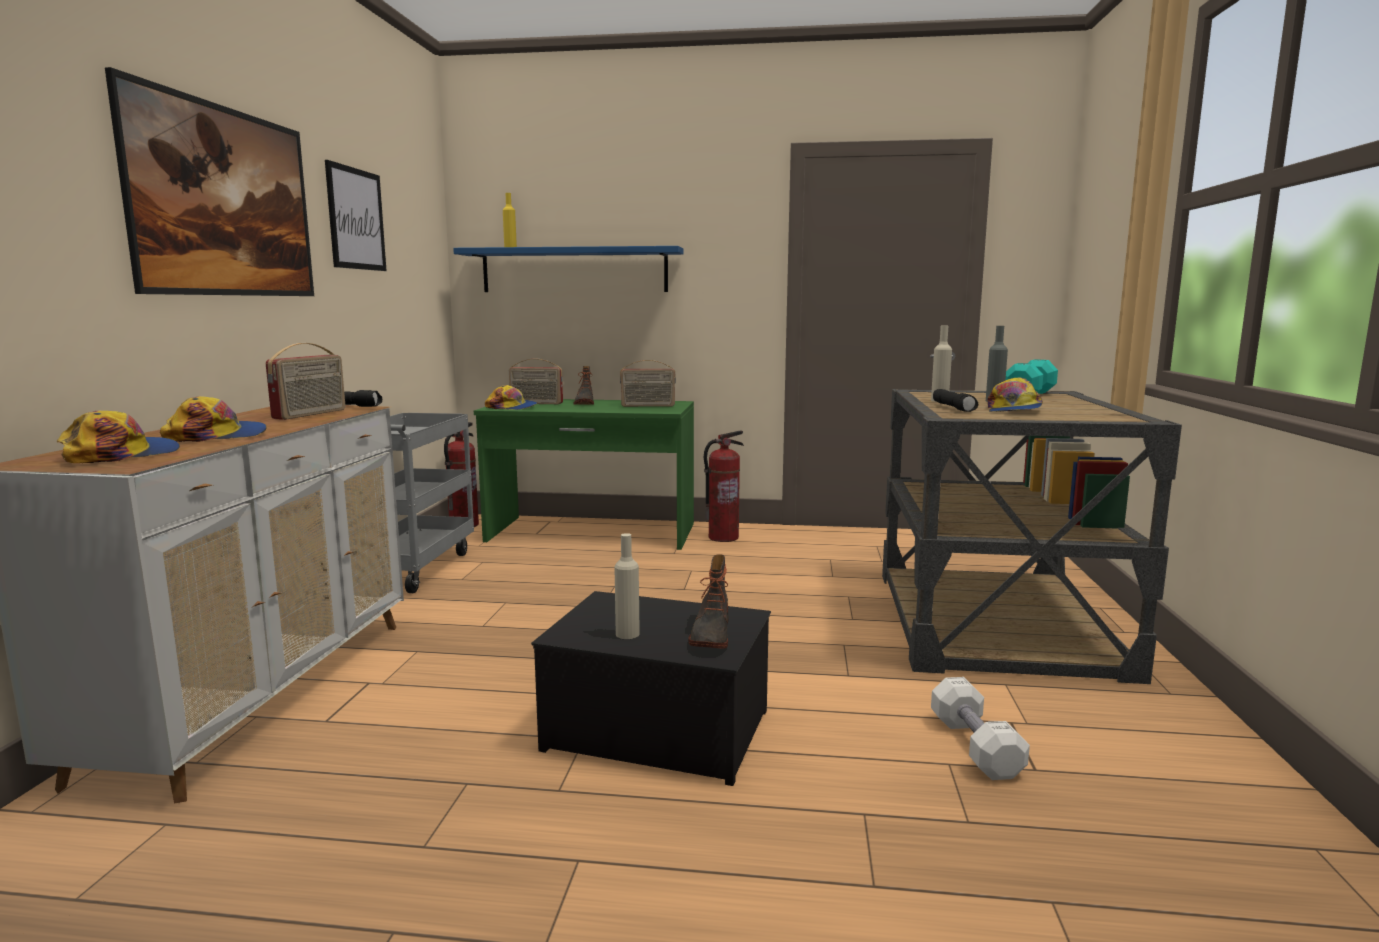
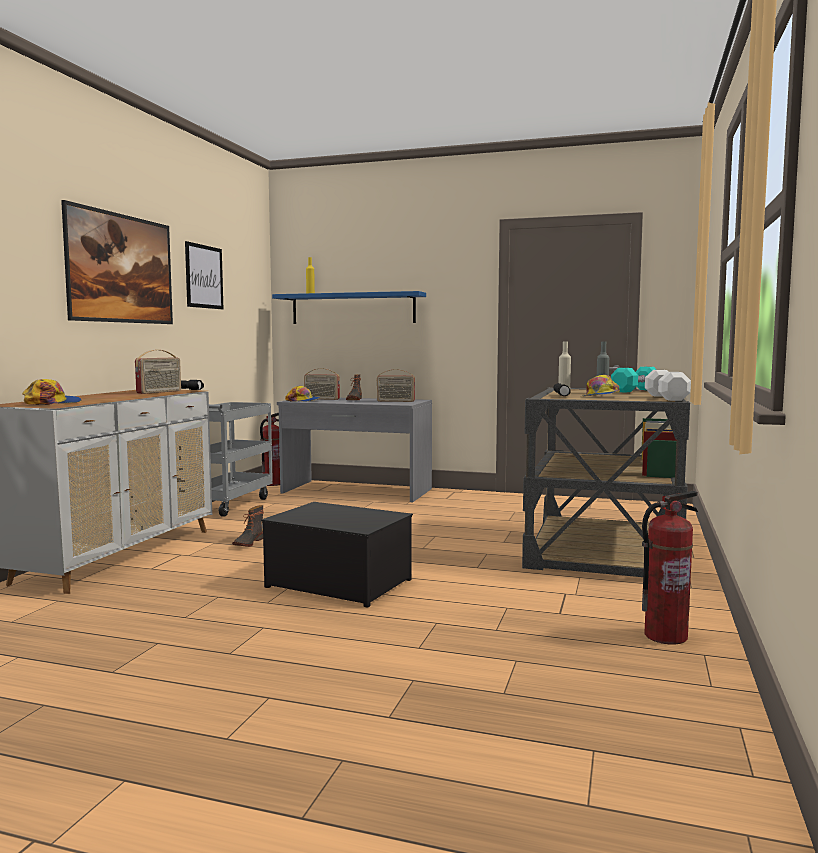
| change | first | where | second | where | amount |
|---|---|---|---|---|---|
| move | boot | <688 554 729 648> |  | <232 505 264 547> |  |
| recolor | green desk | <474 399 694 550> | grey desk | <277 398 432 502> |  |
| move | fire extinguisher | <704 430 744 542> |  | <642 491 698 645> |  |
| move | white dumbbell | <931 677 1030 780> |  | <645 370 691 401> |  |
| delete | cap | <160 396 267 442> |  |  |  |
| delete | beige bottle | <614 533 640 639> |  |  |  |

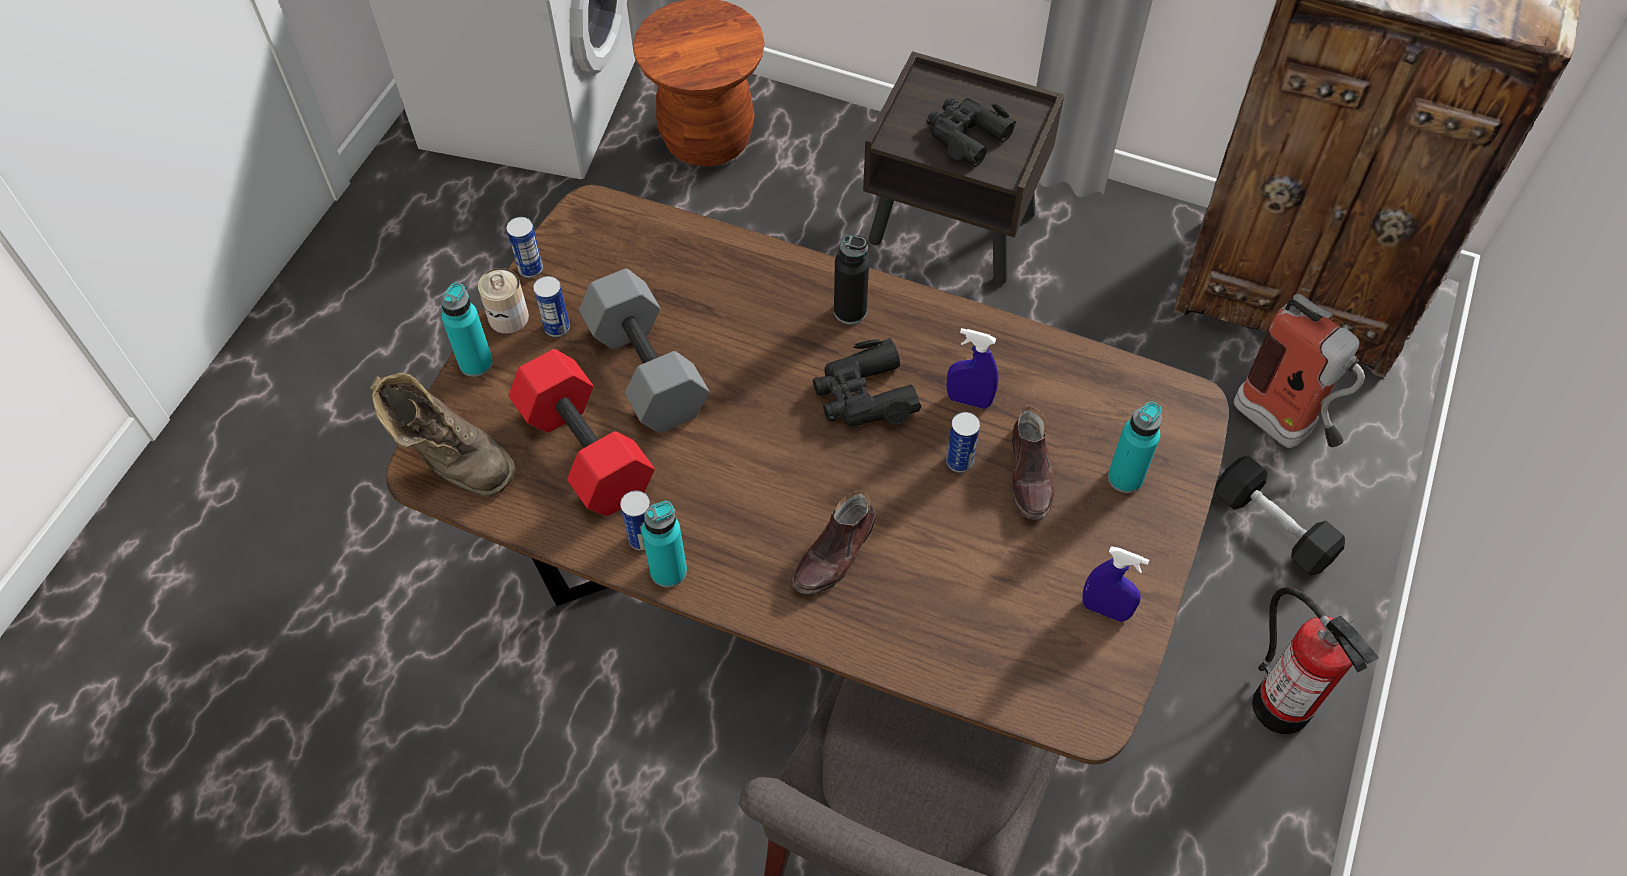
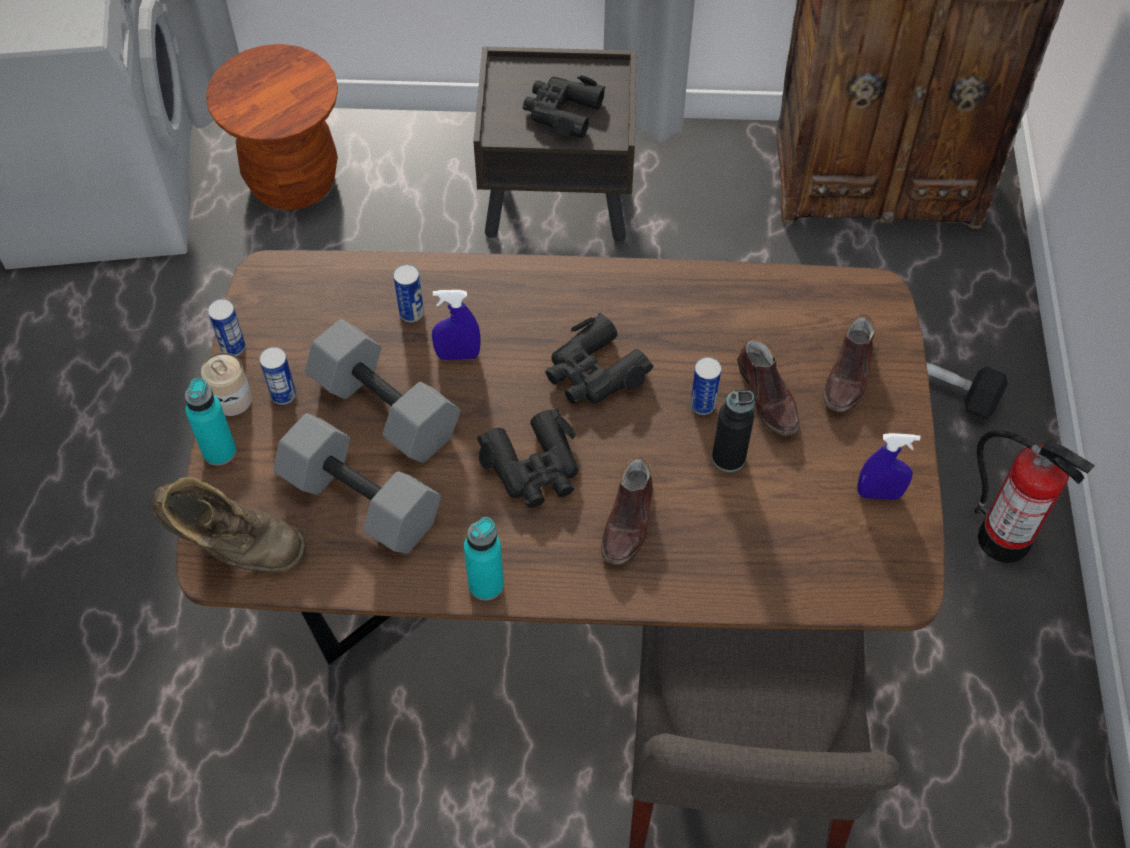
| change | first | where | second | where | amount |
|---|---|---|---|---|---|
| recolor | red dumbbell | <509 349 655 516> | grey dumbbell | <273 413 441 554> |  |
| move | can | <620 490 651 551> |  | <393 264 424 323> |  |
| move | blue spray bottle | <946 328 999 409> |  | <432 290 481 360> |  |
| insert |  |  | black binoculars | <477 408 579 508> |  |
| move | black bottle | <834 235 869 324> |  | <712 390 755 472> |  |
| replace | turquoise bottle | <1108 401 1162 493> | brown shoe | <823 314 876 412> |  |
| delete | fire extinguisher | <1234 294 1365 448> |  |  |  |

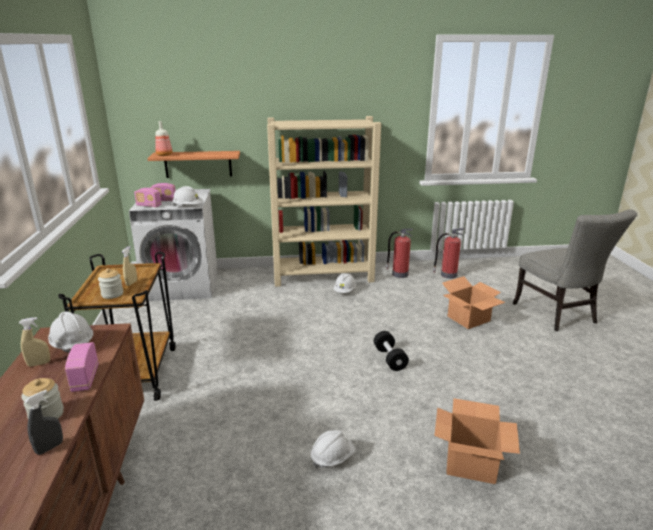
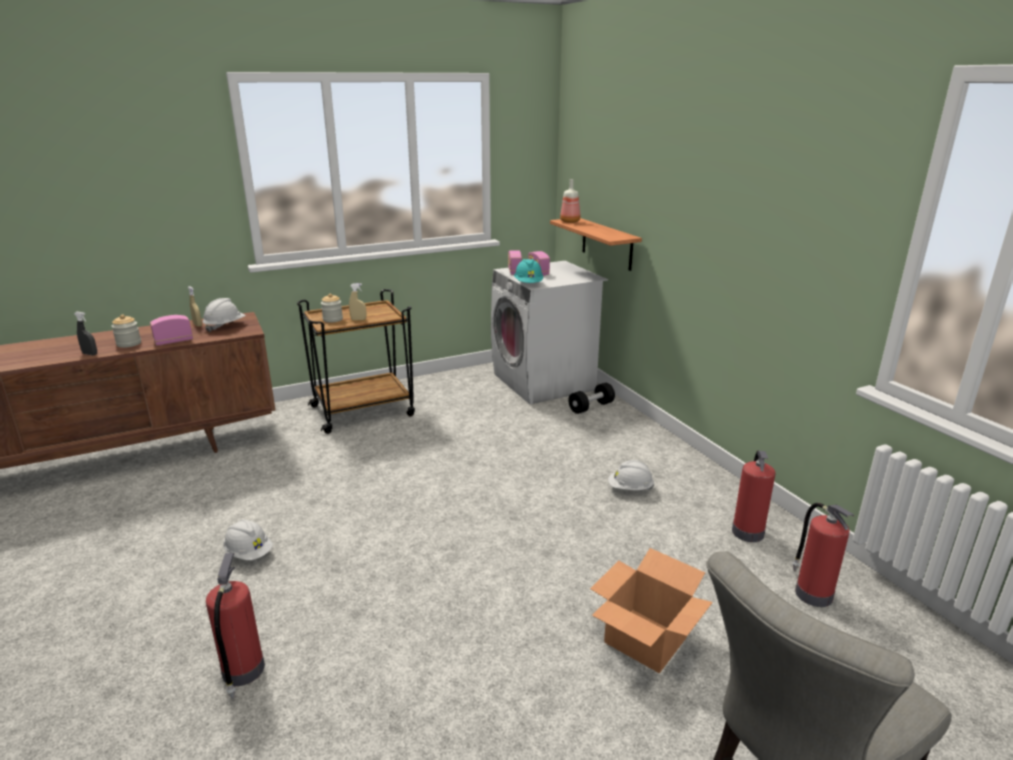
| change | first | where | second | where | amount |
|---|---|---|---|---|---|
| replace | cardboard box | <434 398 520 484> | fire extinguisher | <206 553 265 698> |  |
| recolor | white hard hat | <172 186 203 206> | turquoise hard hat | <514 259 543 283> |  |
| move | black dumbbell | <374 331 409 371> |  | <568 383 615 414> |  |
| delete | beige bookcase | <267 116 381 287> |  |  |  |

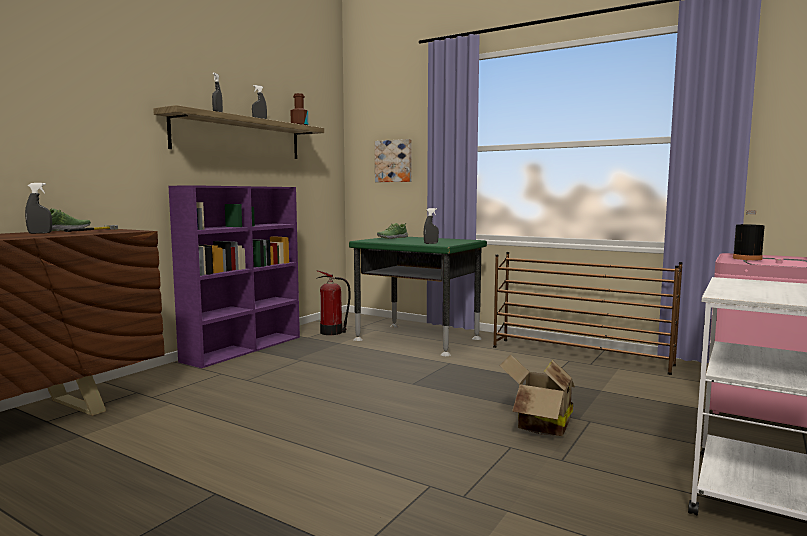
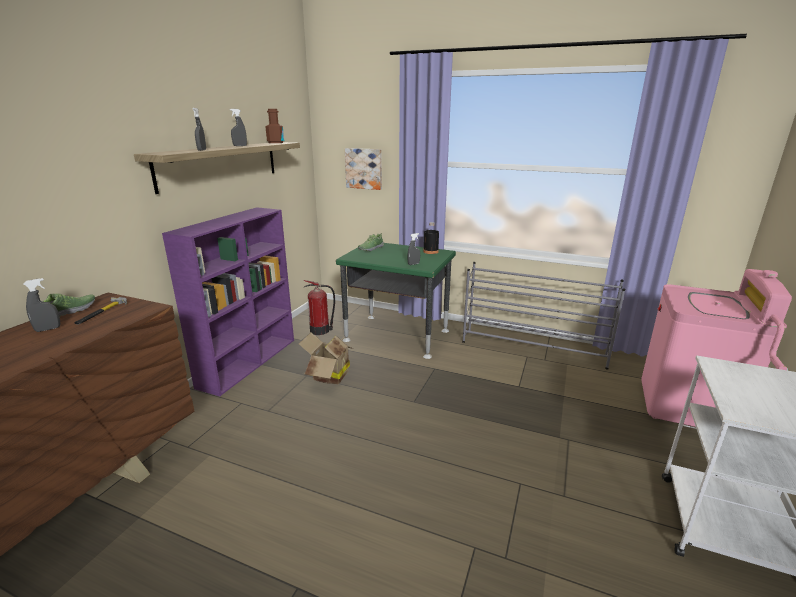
| change | first | where | second | where | amount |
|---|---|---|---|---|---|
| move | cardboard box | <499 355 575 436> |  | <299 332 353 384> |  |
| move | black bottle | <733 210 765 260> |  | <423 222 439 254> |  |
| recolor | brown shoe rack | <493 252 683 375> | grey shoe rack | <462 262 625 370> |  |

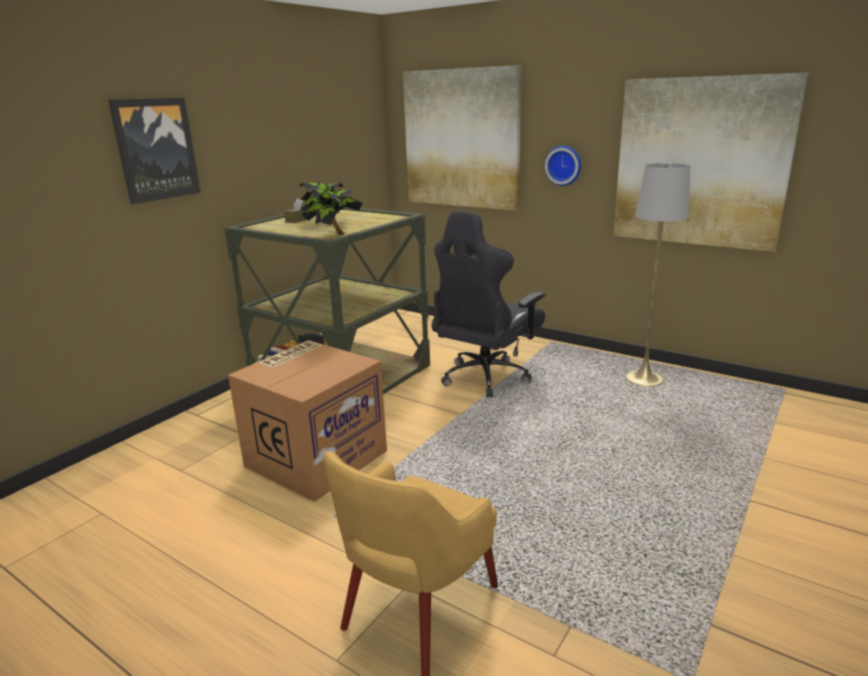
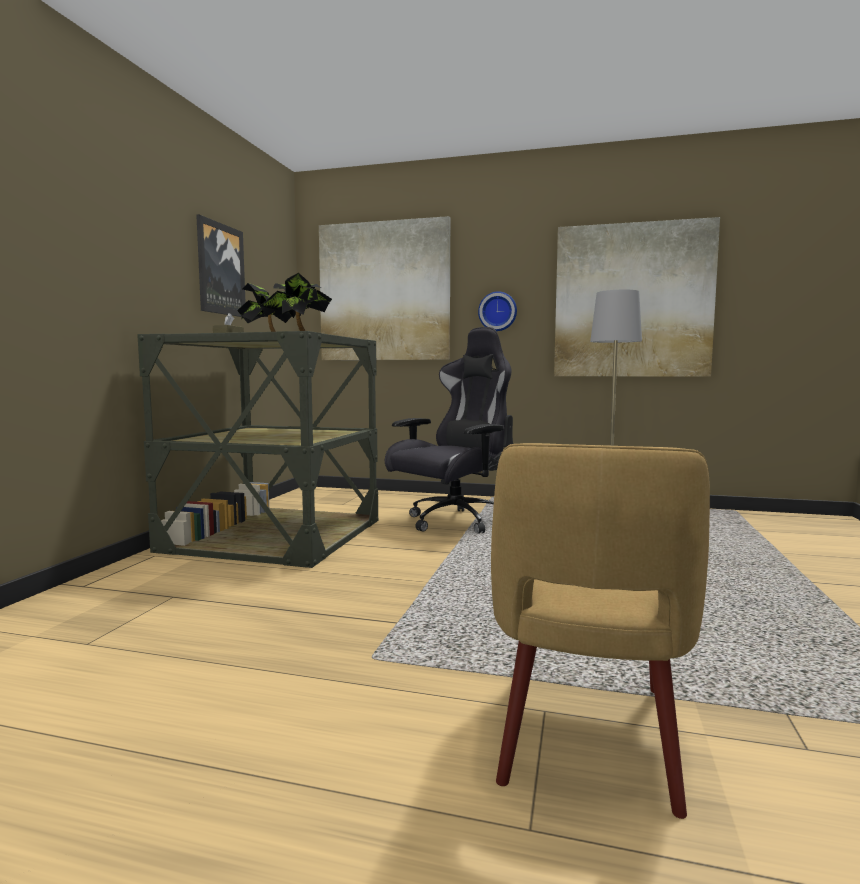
| change | first | where | second | where | amount |
|---|---|---|---|---|---|
| move | picture | <108 98 201 204> |  | <196 214 246 317> |  |
| rotate | black office chair | <432 211 546 398> |  | <385 327 513 534> | 150 degrees counterclockwise |
| delete | cardboard box | <228 340 387 502> |  |  |  |

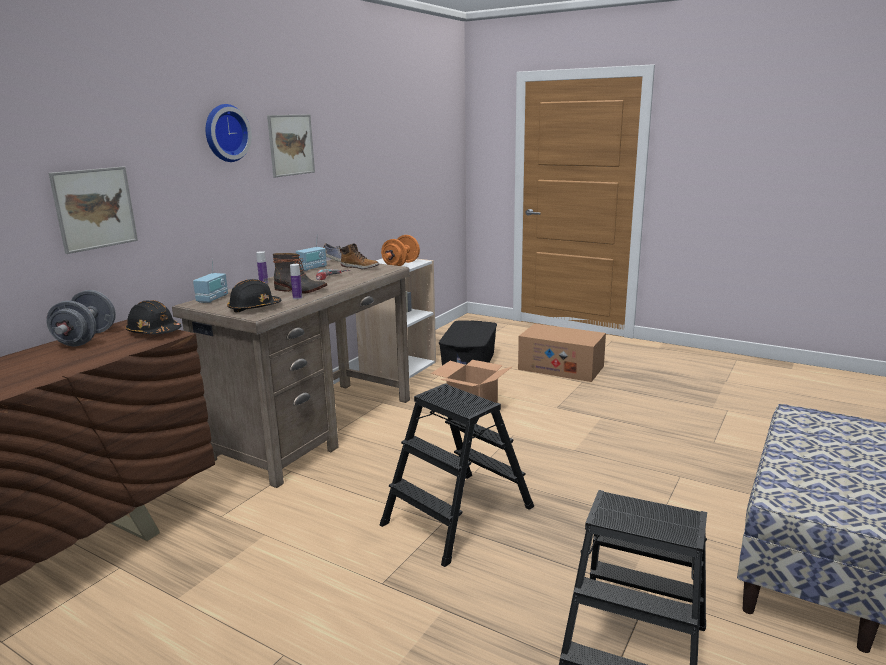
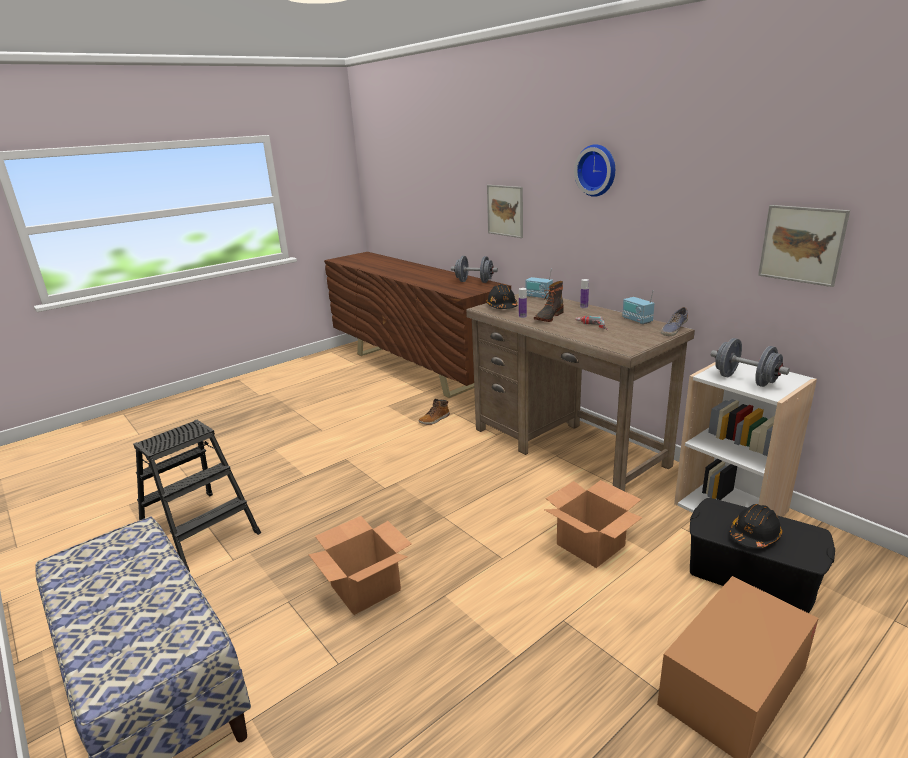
| change | first | where | second | where | amount |
|---|---|---|---|---|---|
| insert |  |  | cardboard box | <308 516 412 615> |  |
| move | boot | <340 243 379 269> |  | <418 399 450 425> |  |
| recolor | orange dumbbell | <381 235 420 266> | grey dumbbell | <711 338 790 387> |  |
| move | black hard hat | <125 300 181 334> |  | <729 504 782 549> |  |
| move | picture | <267 114 315 177> |  | <758 205 850 287> |  |
| delete | black step ladder | <380 383 534 567> |  |  |  |

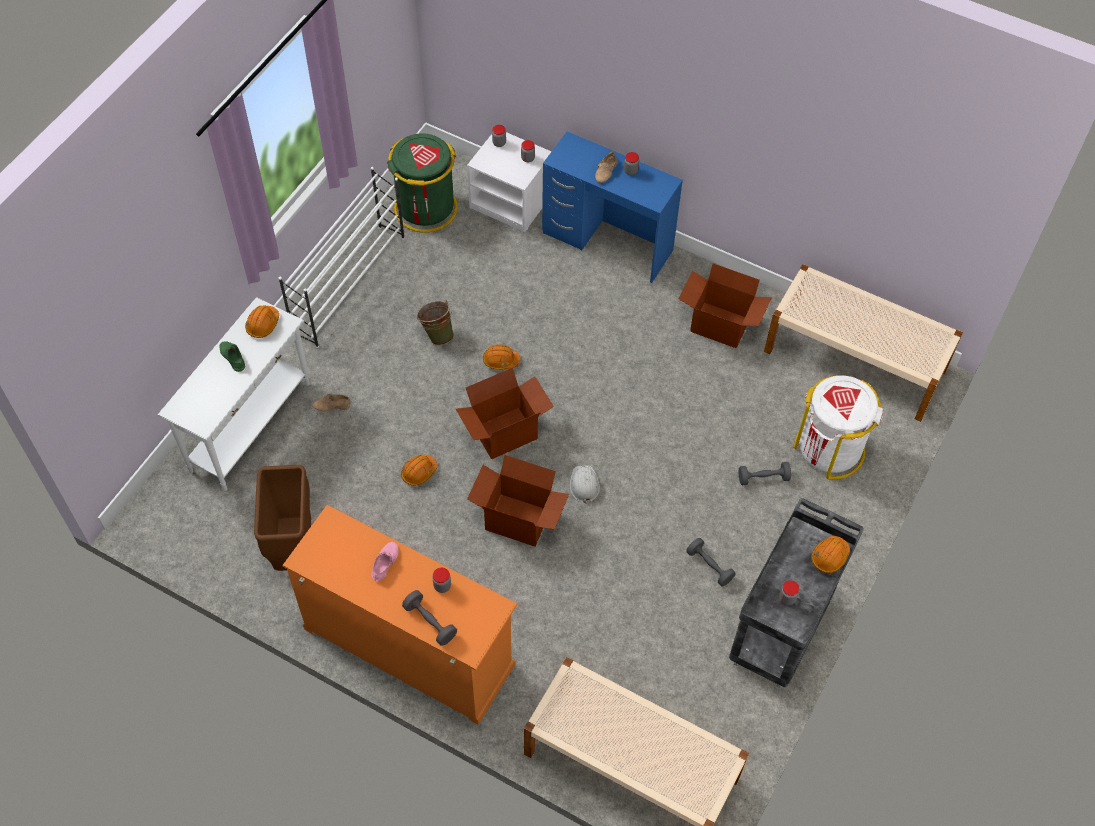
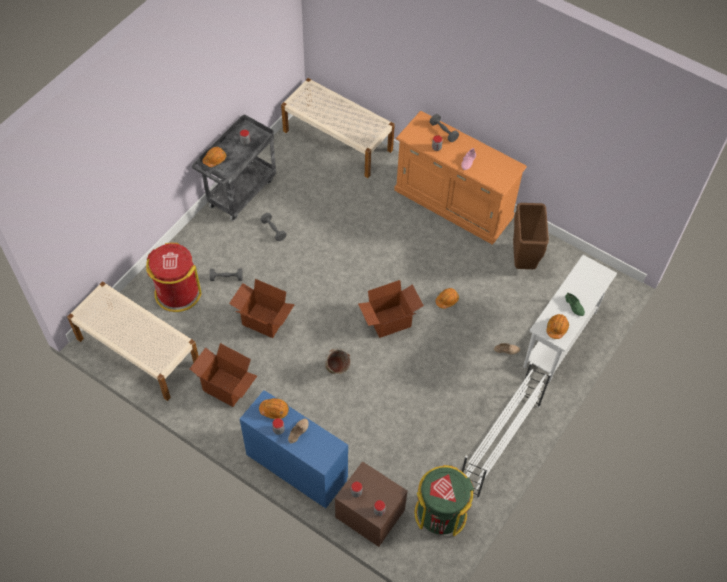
| change | first | where | second | where | amount |
|---|---|---|---|---|---|
| recolor | white trash can | <794 375 883 480> | red trash can | <146 242 201 312> |  |
| move | cardboard box | <467 455 569 547> |  | <229 279 295 338> |  |
| move | orange hard hat | <483 345 520 370> |  | <259 398 289 419> |  |
| move | green bucket | <417 300 454 345> |  | <325 348 351 374> |  |
| recolor | white nightstand | <467 132 552 232> | brown nightstand | <335 461 408 547> |  |
| delete | white hard hat | <570 465 600 504> |  |  |  |

